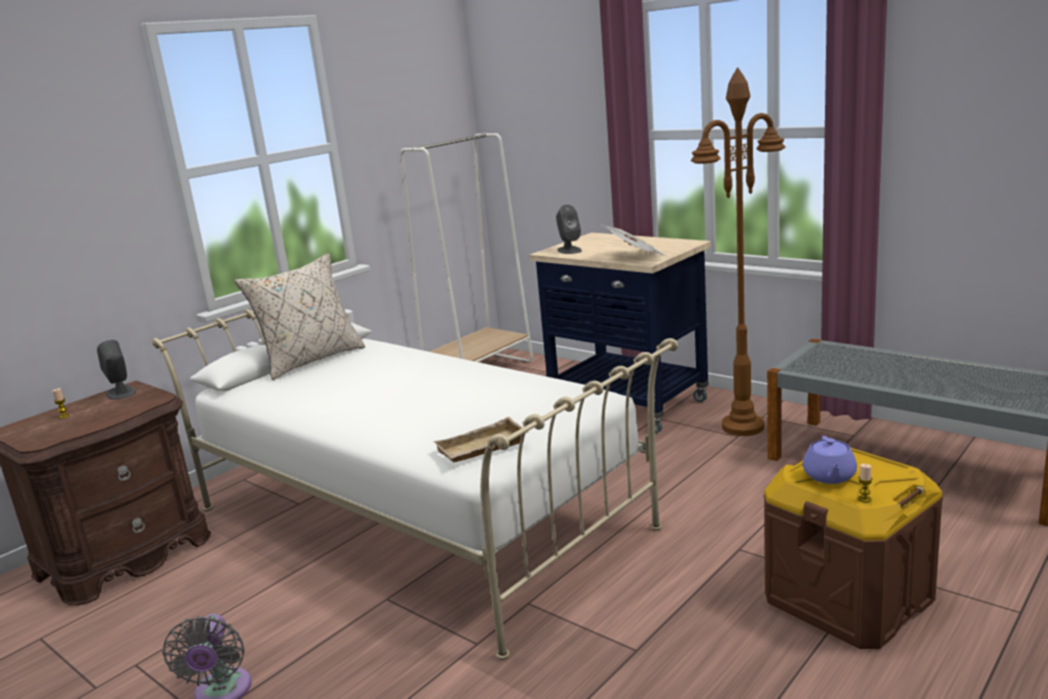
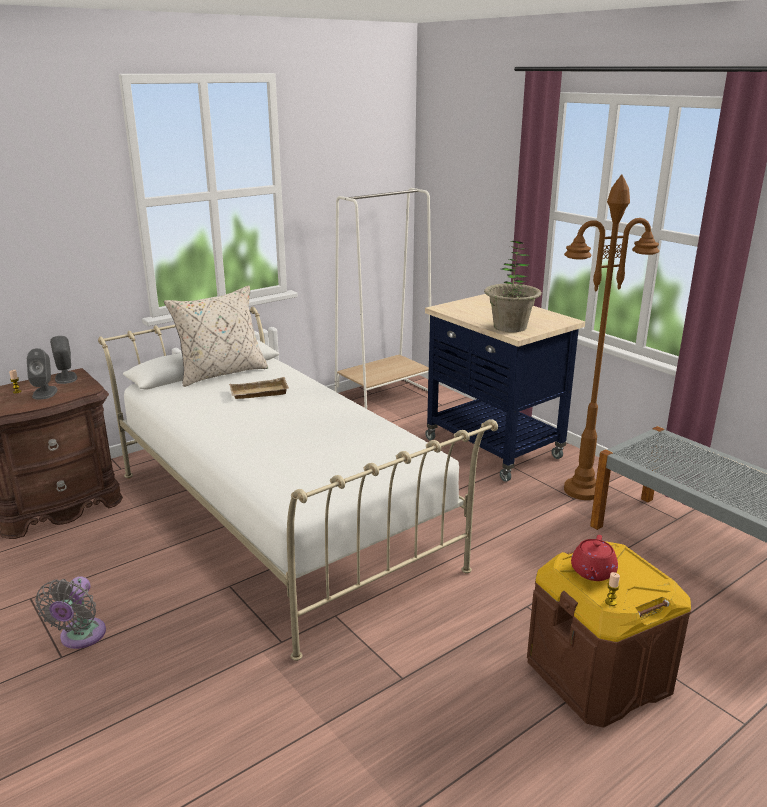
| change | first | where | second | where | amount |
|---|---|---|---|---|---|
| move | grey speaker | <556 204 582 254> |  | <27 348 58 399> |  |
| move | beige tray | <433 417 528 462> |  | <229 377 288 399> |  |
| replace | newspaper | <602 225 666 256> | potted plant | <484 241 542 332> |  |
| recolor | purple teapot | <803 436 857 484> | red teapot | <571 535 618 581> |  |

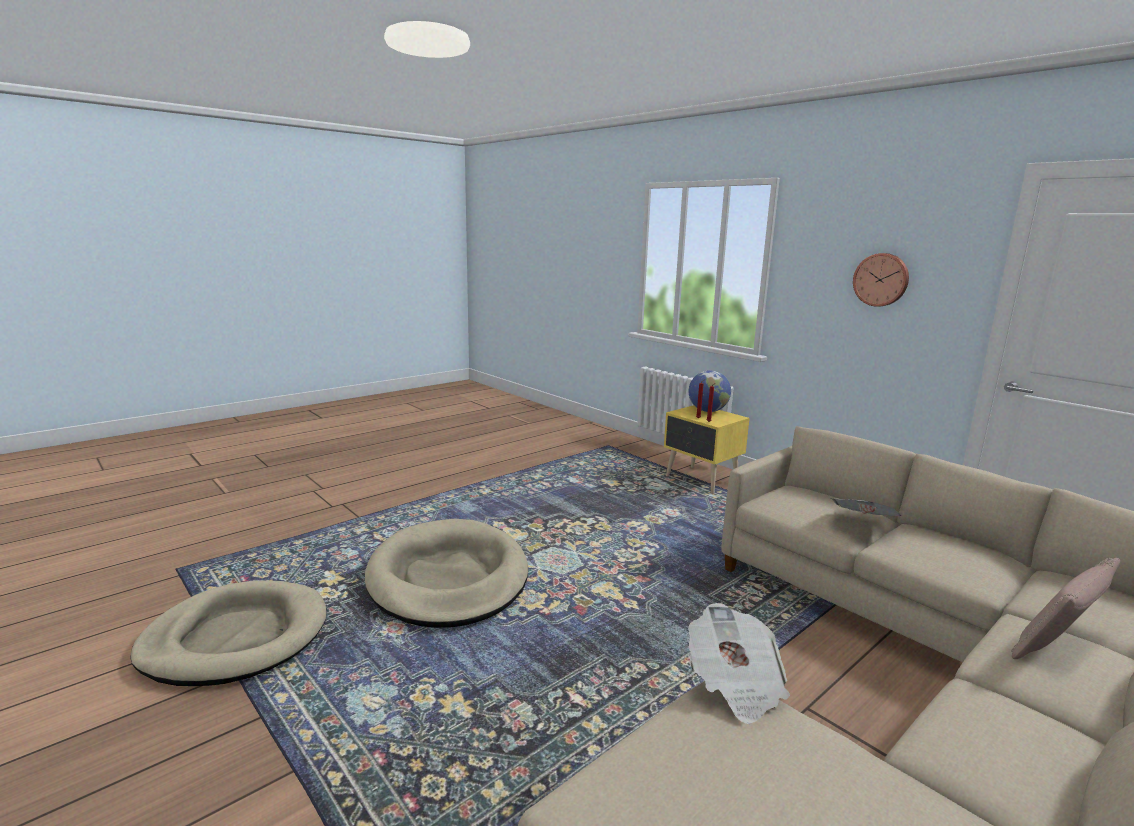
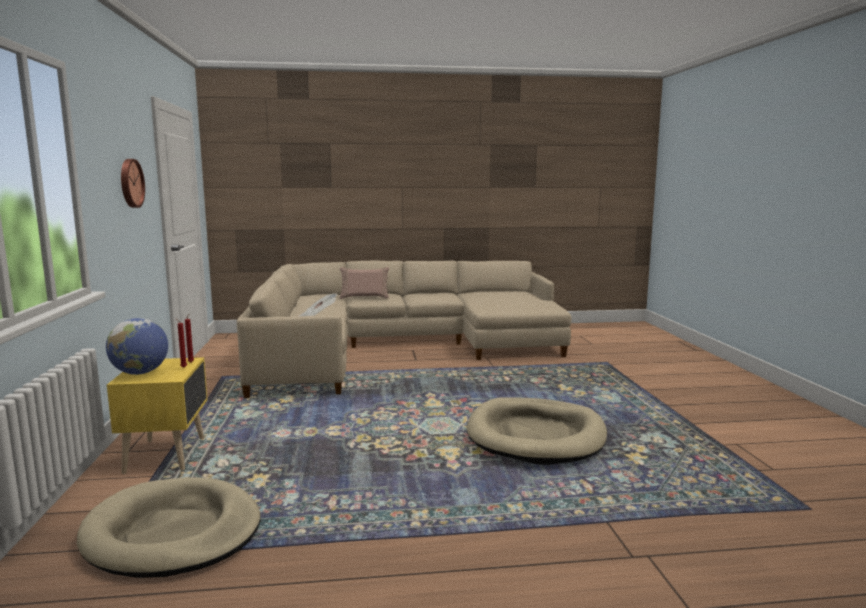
| change | first | where | second | where | amount |
|---|---|---|---|---|---|
| move | beige dog bed | <130 581 327 686> |  | <77 477 261 578> |  |
| delete | newspaper | <688 603 790 724> |  |  |  |

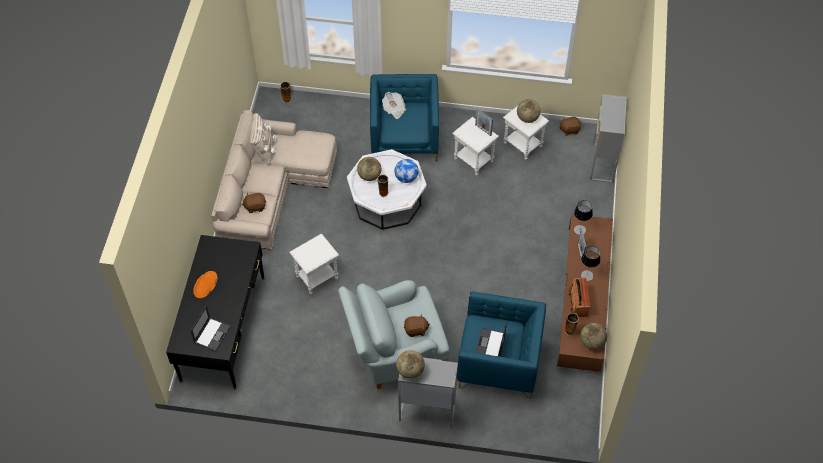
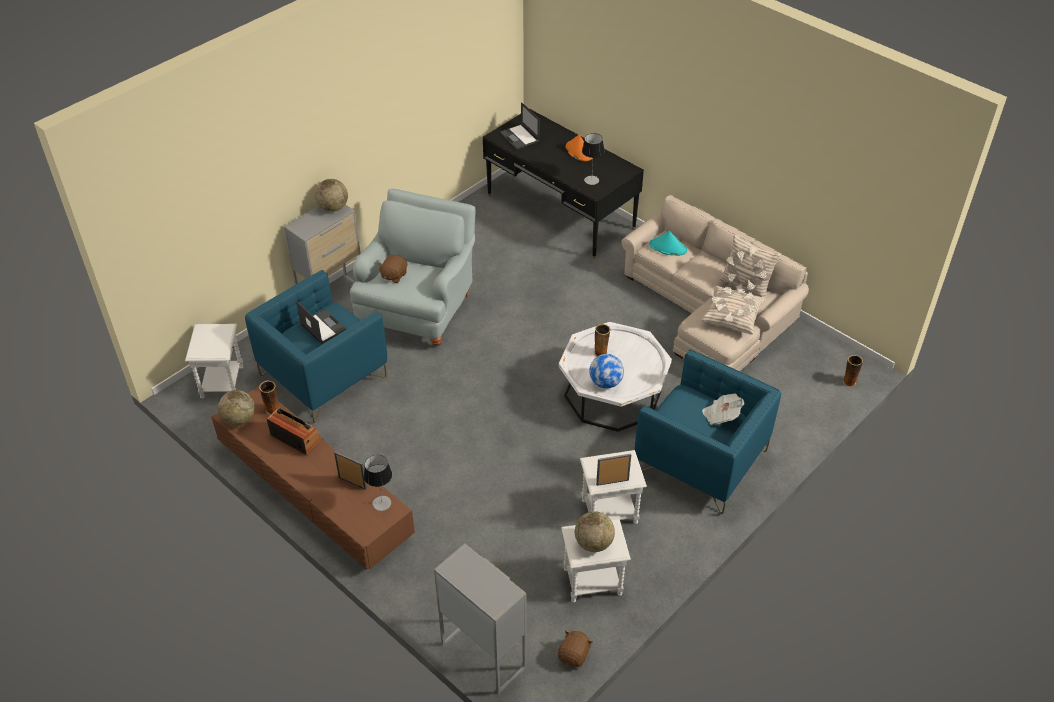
| change | first | where | second | where | amount |
|---|---|---|---|---|---|
| move | white side table | <289 233 339 294> |  | <185 324 244 398> |  |
| move | table lamp | <581 246 600 281> |  | <582 133 605 185> |  |
| replace | brown plush toy | <242 193 266 213> | turquoise hat | <649 231 687 256> |  |
| insert |  |  | beige pillow | <701 286 766 334> |  |
| delete | globe | <357 157 381 181> |  |  |  |

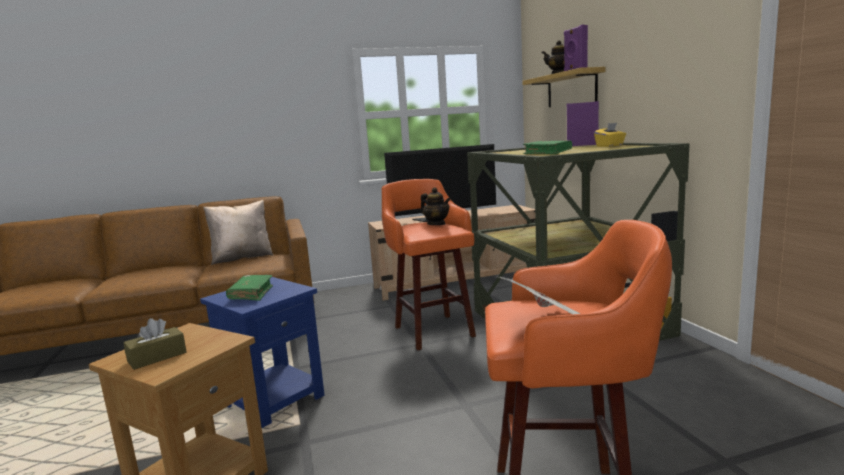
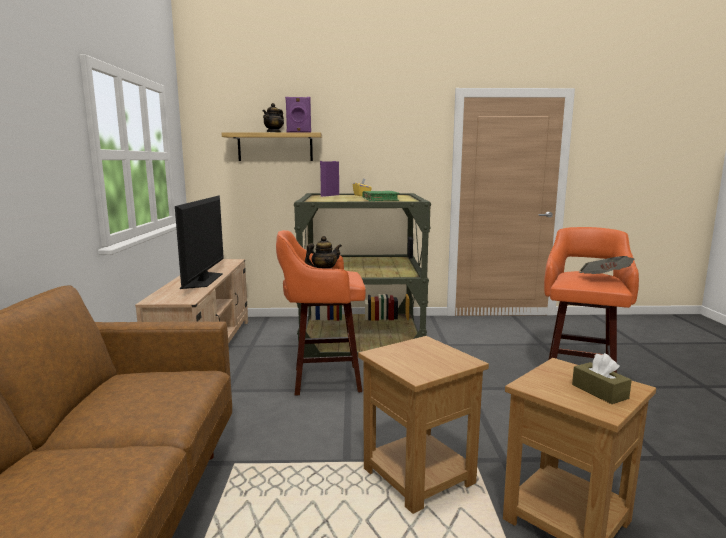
| change | first | where | second | where | amount |
|---|---|---|---|---|---|
| recolor | blue side table | <200 277 324 428> | brown side table | <358 336 489 514> |  |
| delete | beige pillow | <203 200 273 265> |  |  |  |
| delete | green book | <226 275 273 300> |  |  |  |

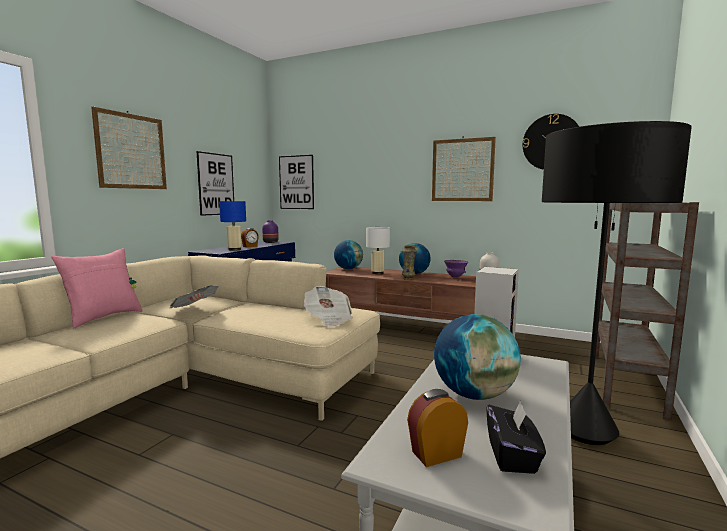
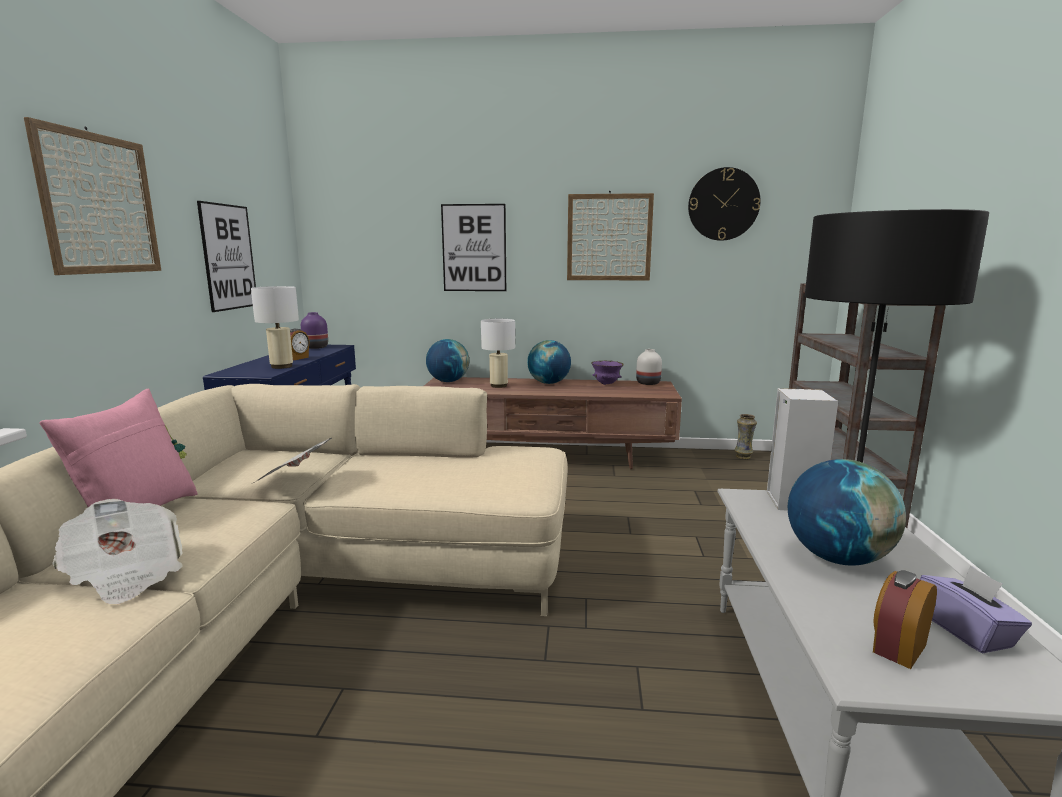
| change | first | where | second | where | amount |
|---|---|---|---|---|---|
| move | newspaper | <304 286 353 327> |  | <53 499 183 604> |  |
| recolor | blue table lamp | <219 201 246 251> | white table lamp | <251 286 299 369> |  |
| move | picture | <279 155 314 209> |  | <441 204 506 291> |  |
| move | vase | <402 245 417 280> |  | <734 414 757 459> |  |
| recolor | black tissue box | <486 400 546 474> | purple tissue box | <920 565 1032 654> |  |

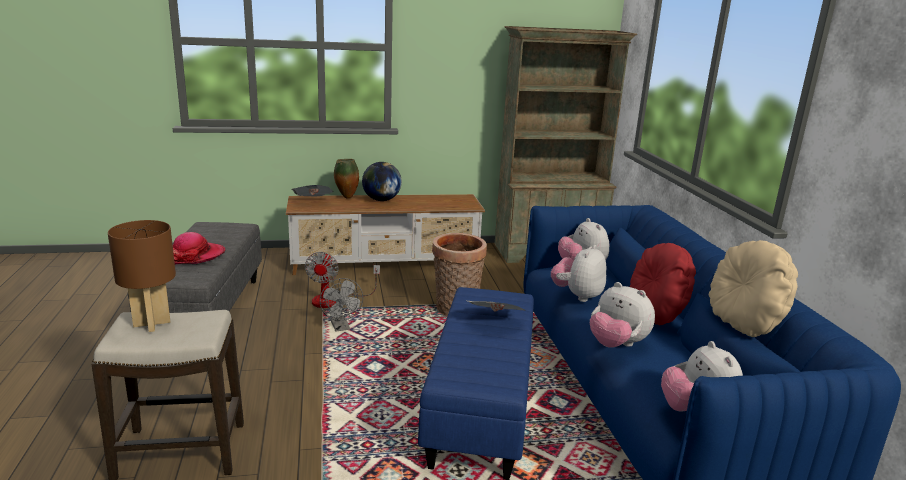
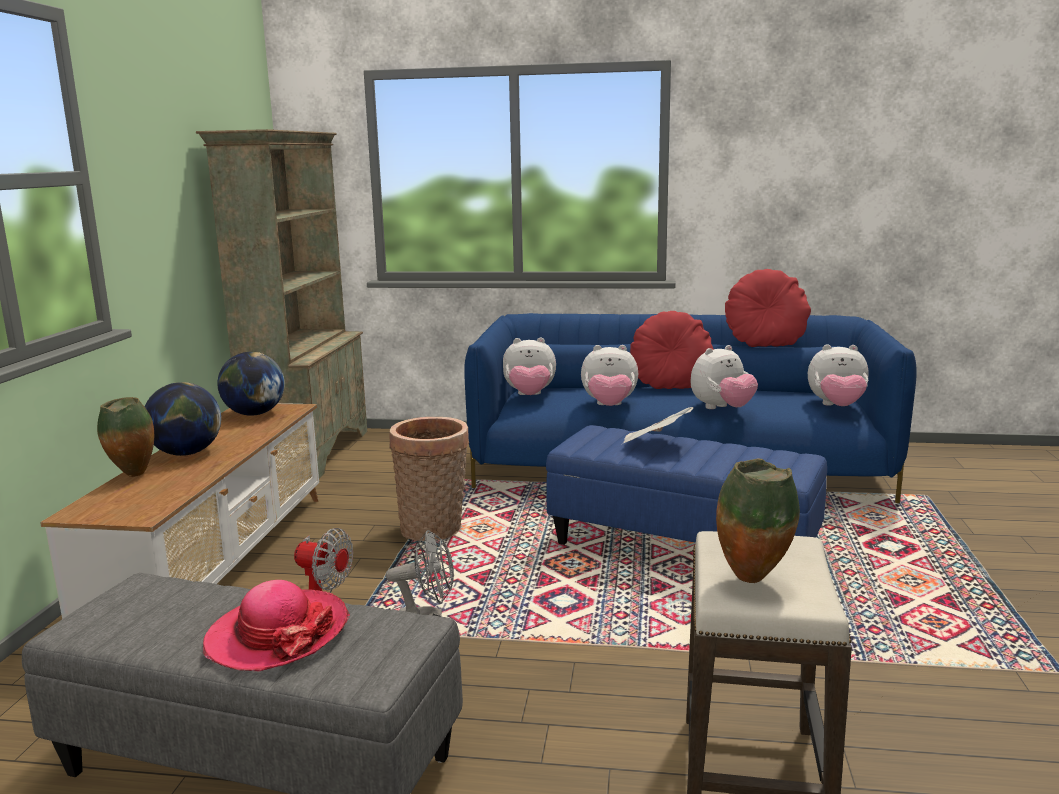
| change | first | where | second | where | amount |
|---|---|---|---|---|---|
| insert |  |  | globe | <217 352 285 416> |  |
| rotate | plush toy | <551 245 606 302> |  | <581 345 638 406> | 45 degrees counterclockwise |
| replace | brown table lamp | <108 220 176 332> | vase | <716 459 800 583> |  |
| recolor | beige pillow | <709 240 798 337> | red pillow | <725 269 811 347> |  |
| delete | newspaper | <291 185 334 197> |  |  |  |

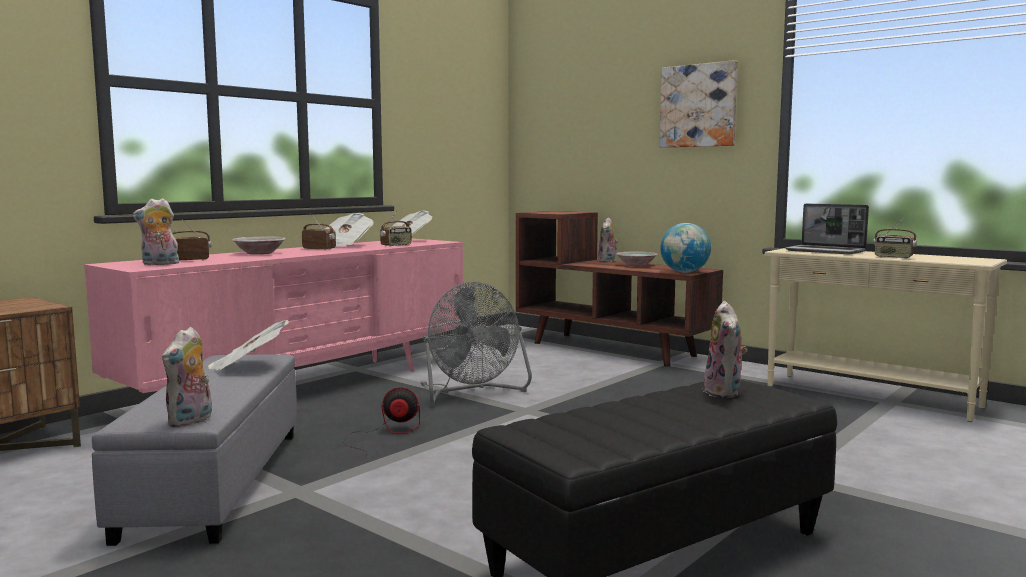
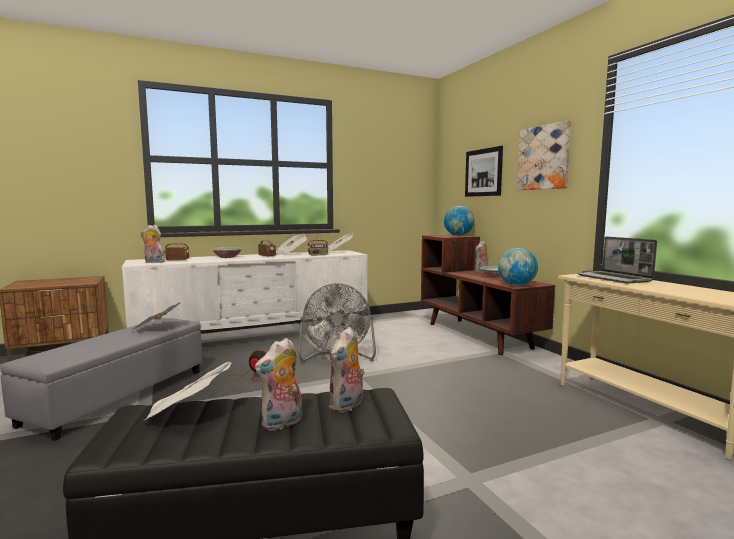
| change | first | where | second | where | amount |
|---|---|---|---|---|---|
| recolor | pink cabinet | <84 238 463 393> | white cabinet | <122 250 368 330> |  |
| insert |  |  | newspaper | <143 361 231 421> |  |
| move | plush toy | <162 327 212 428> |  | <255 338 302 431> |  |
| insert |  |  | globe | <444 206 474 236> |  |
| insert |  |  | picture | <465 146 503 197> |  |
| delete | radio | <873 218 917 259> |  |  |  |

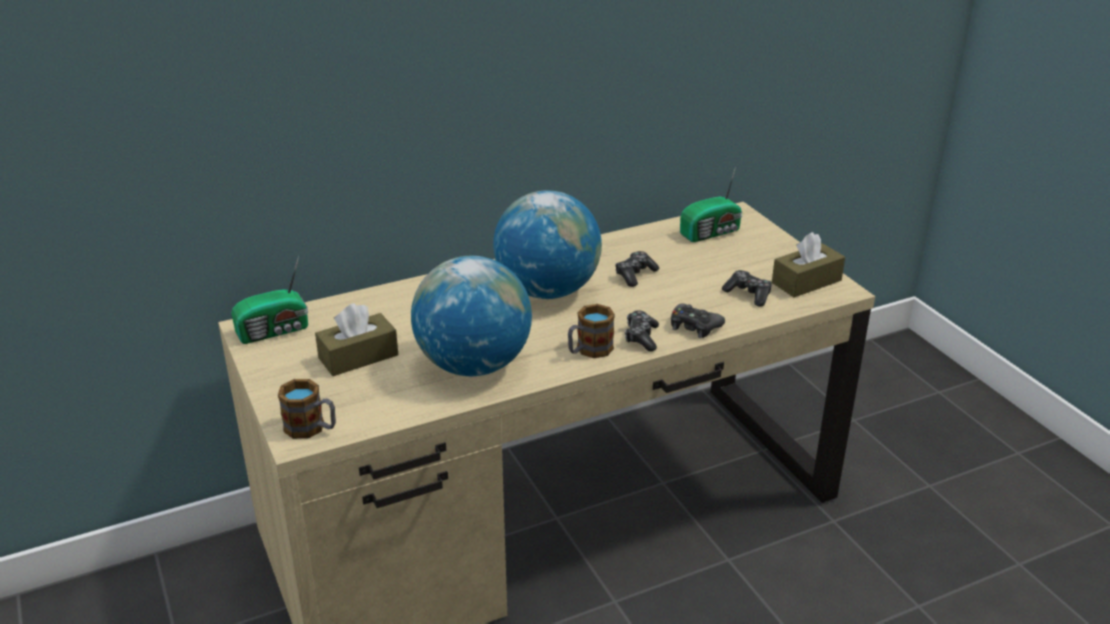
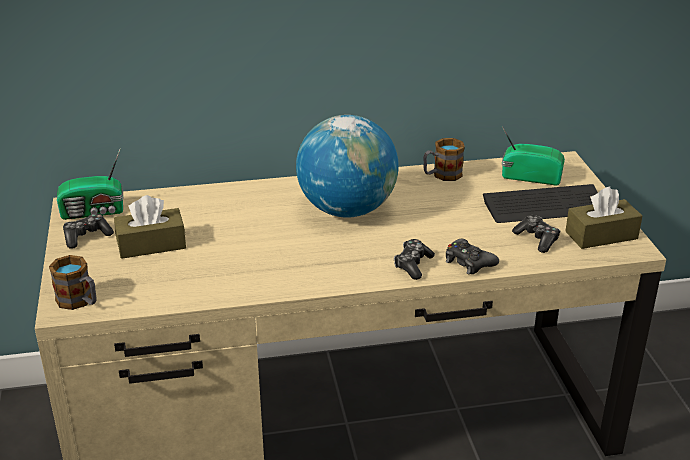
| change | first | where | second | where | amount |
|---|---|---|---|---|---|
| move | game controller | <615 251 659 287> |  | <63 213 114 249> |  |
| move | mug | <568 304 615 358> |  | <423 138 465 181> |  |
| insert |  |  | keyboard | <483 184 598 223> |  |
| rotate | radio | <680 167 742 242> |  | <502 126 565 186> | 150 degrees counterclockwise |
| delete | globe | <411 256 532 376> |  |  |  |

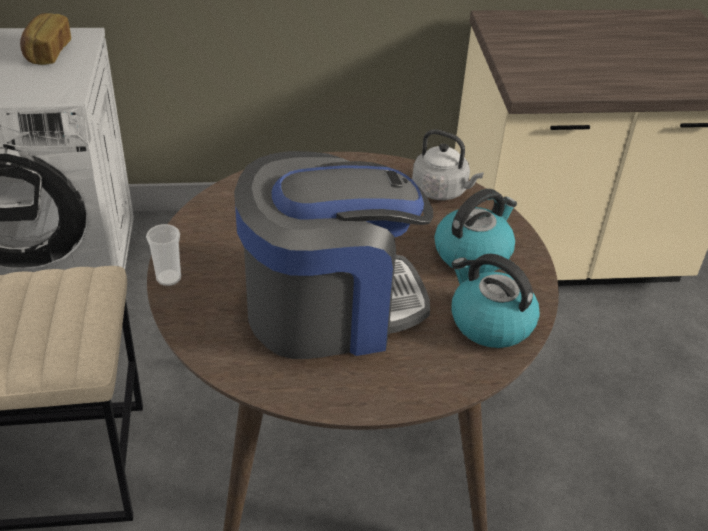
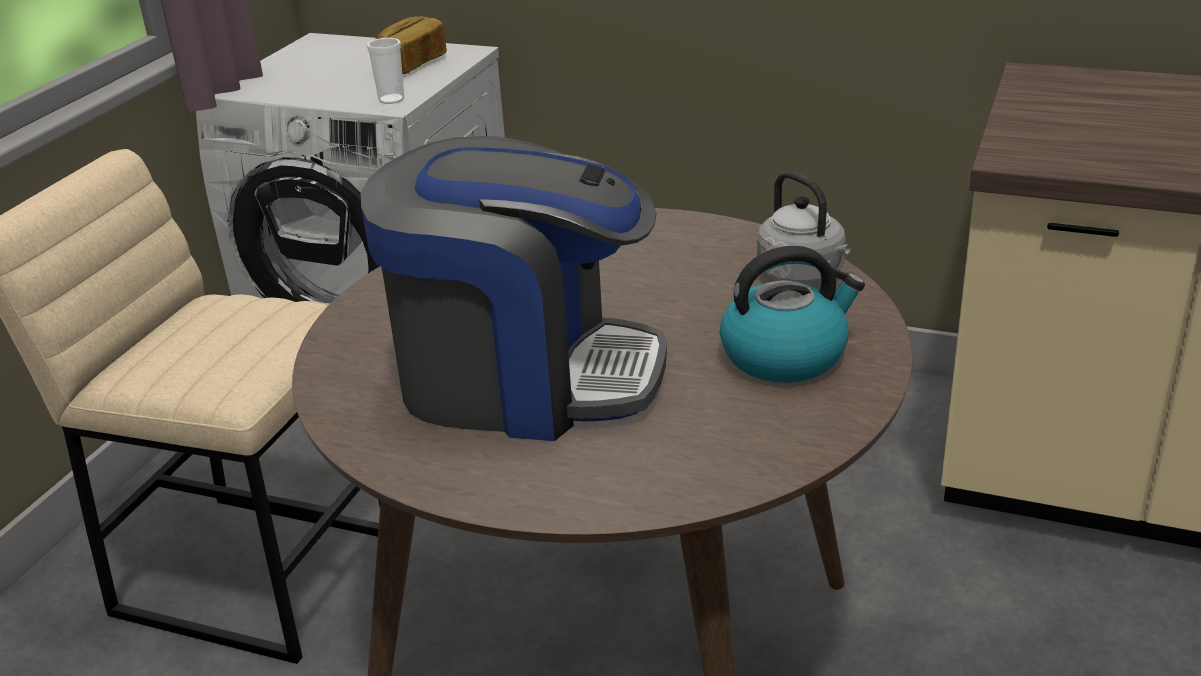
| change | first | where | second | where | amount |
|---|---|---|---|---|---|
| move | cup | <146 224 181 286> |  | <367 38 404 104> |  |
| delete | kettle | <452 254 540 348> |  |  |  |

